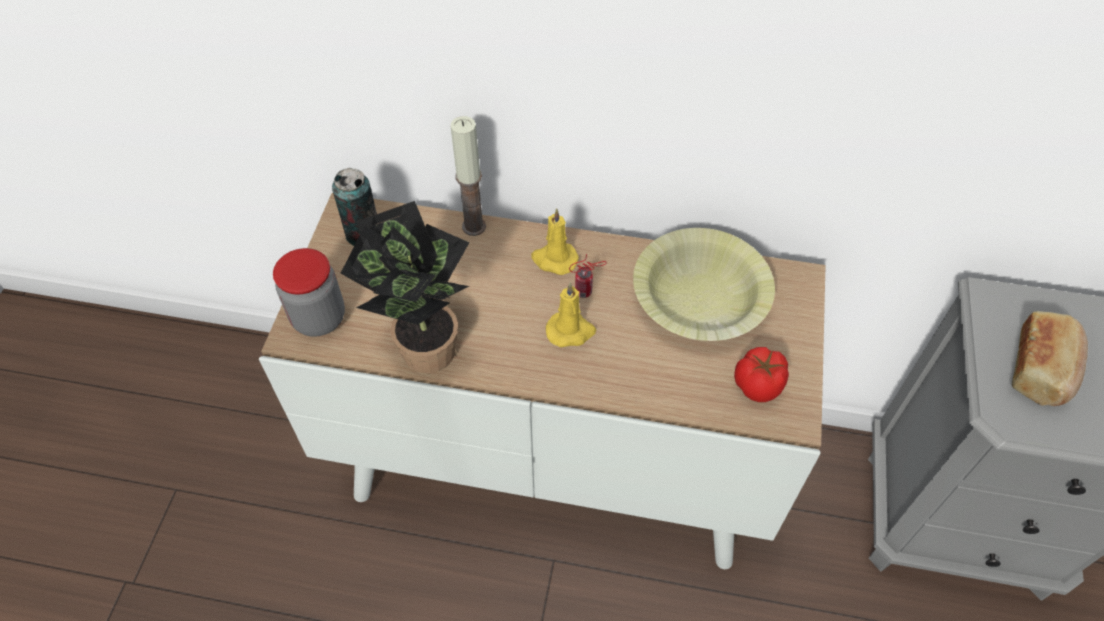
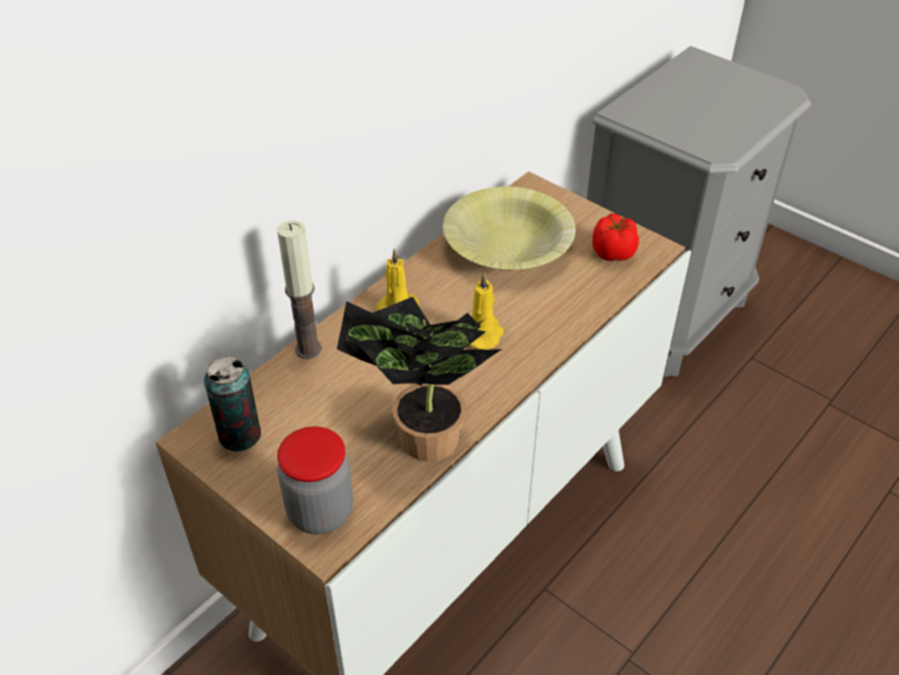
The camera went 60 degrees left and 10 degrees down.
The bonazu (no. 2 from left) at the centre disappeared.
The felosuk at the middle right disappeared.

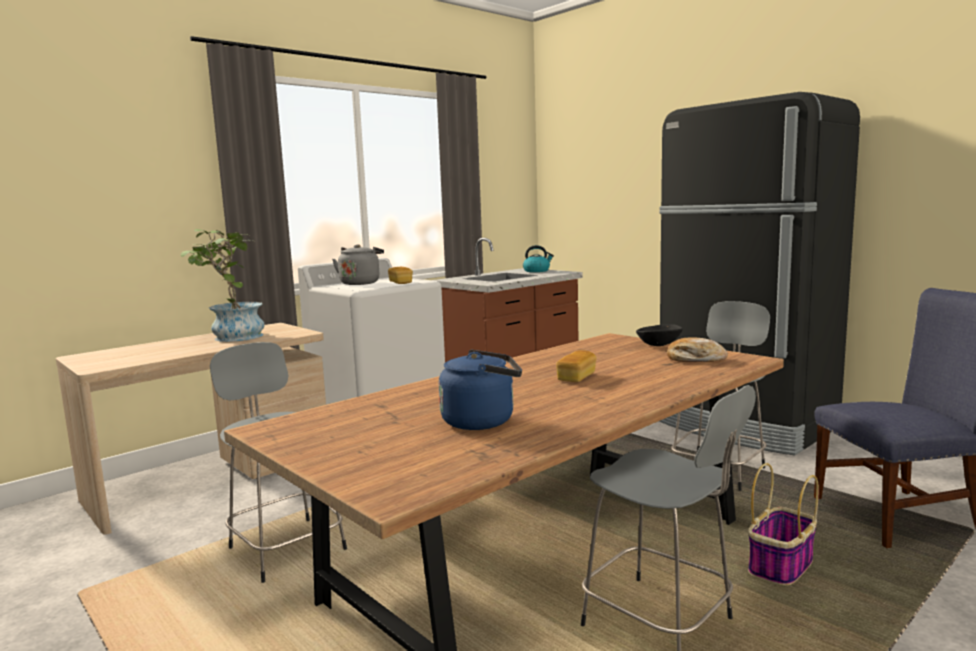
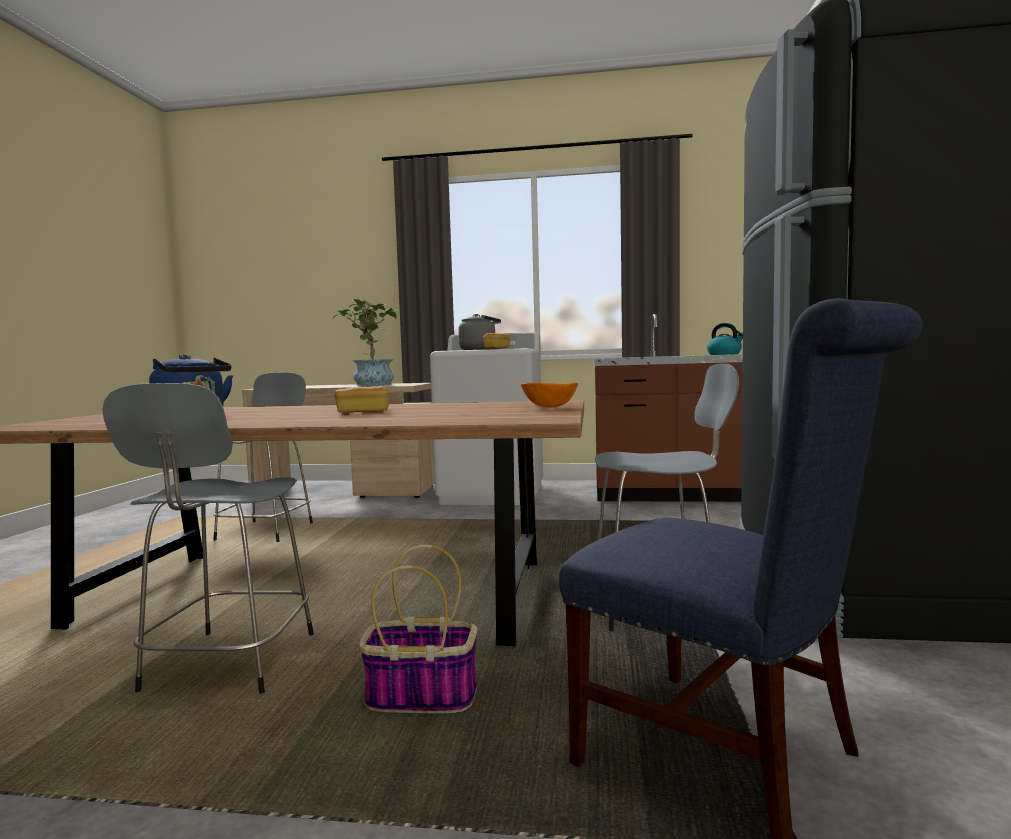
The camera went 50 degrees right and 5 degrees down.
The felosuk (no. 3 from left) at the middle right disappeared.
The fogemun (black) at the middle right became the fogemun (orange) at the centre.

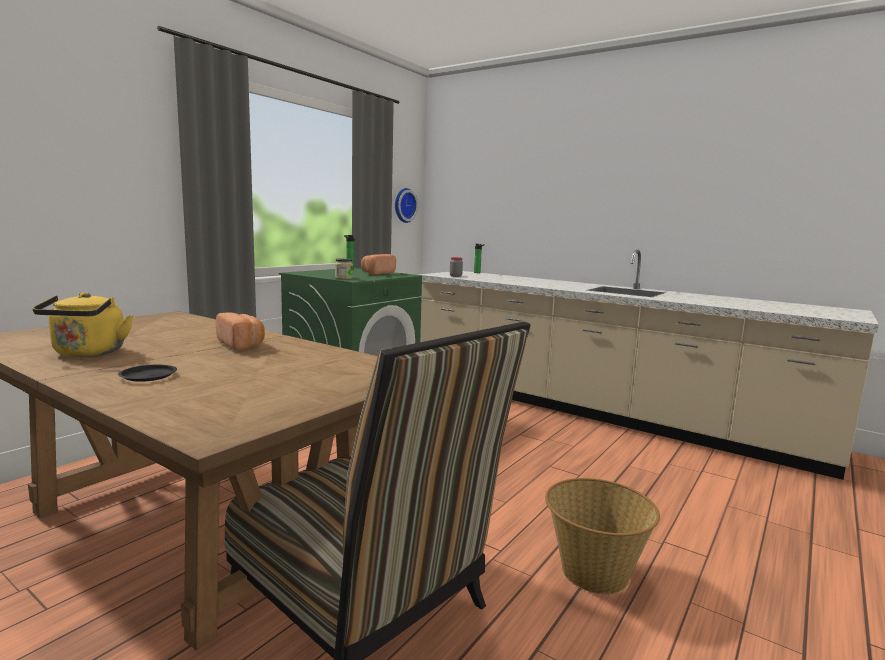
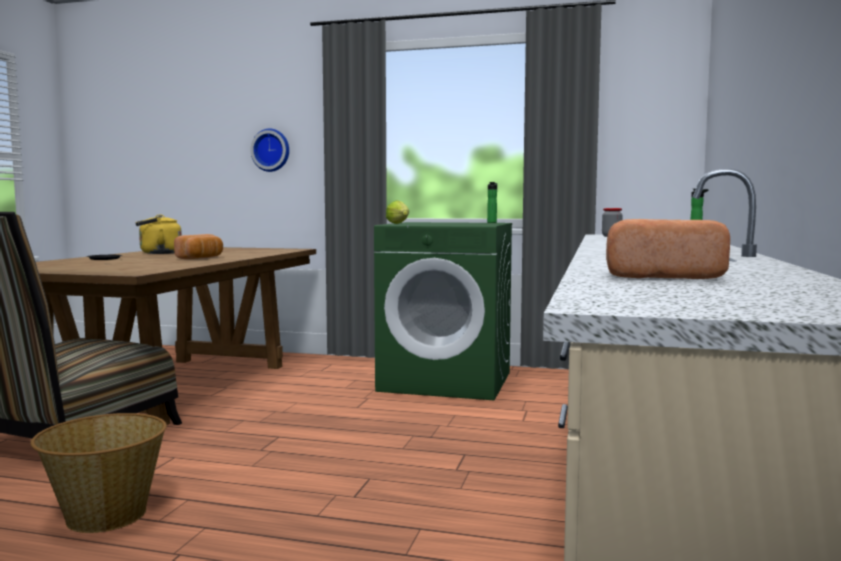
The camera went 70 degrees right and 5 degrees down.
The felosuk (no. 2 from left) moved from the centre to the middle right.
The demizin moved from the top centre to the top left.
The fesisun (no. 1 from left) at the centre was replaced by the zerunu at the centre.

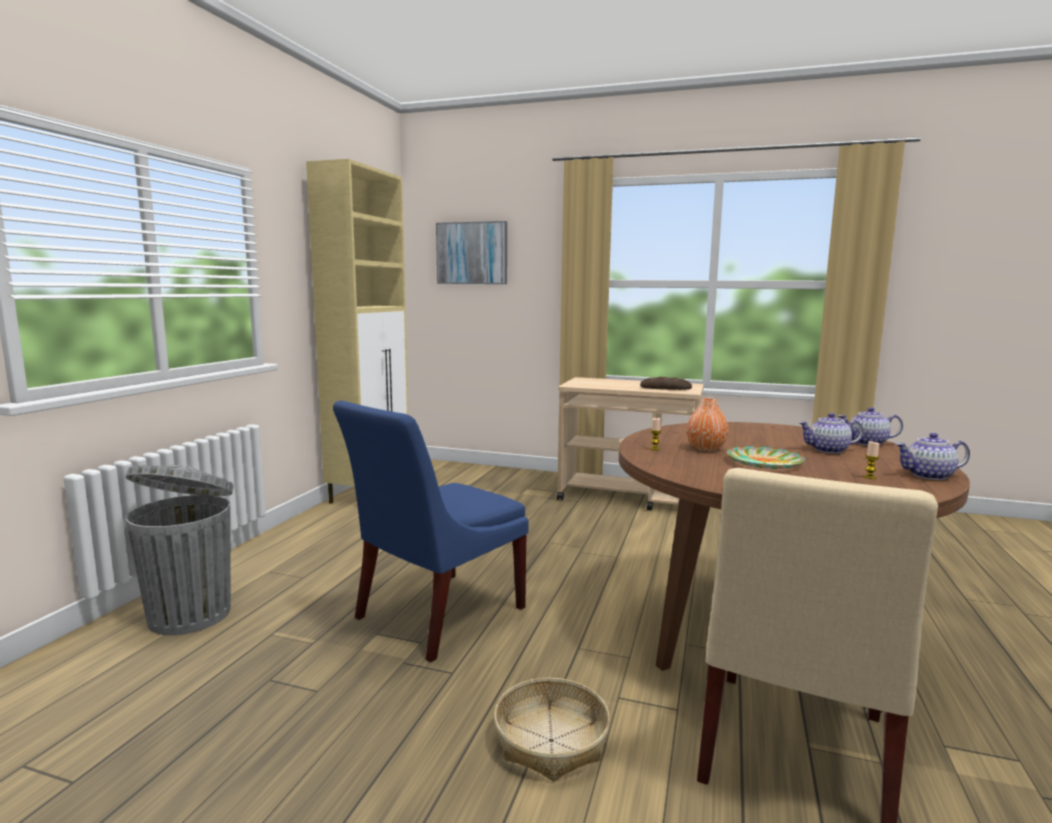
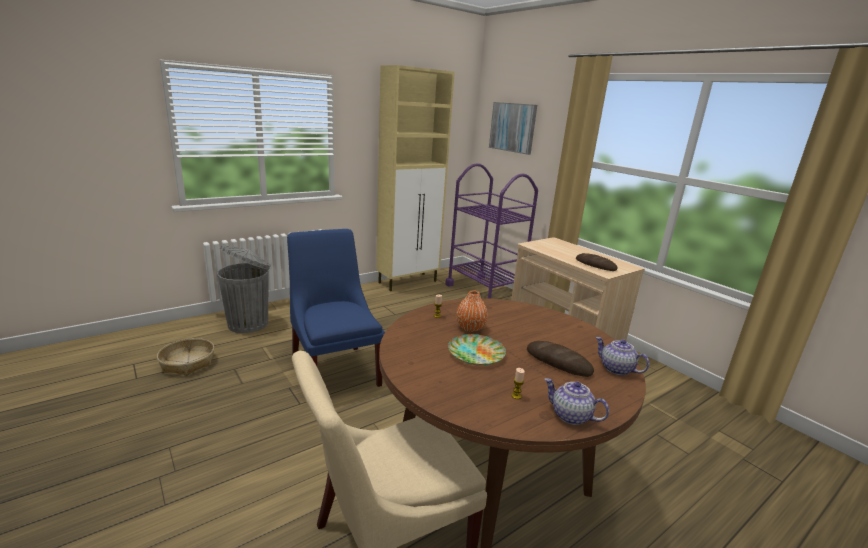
The camera went 35 degrees right and 10 degrees up.
The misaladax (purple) at the centre appeared.
The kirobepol moved from the bottom centre to the middle left.
The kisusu (no. 1 from left) at the middle right was replaced by the felosuk (no. 1 from left) at the centre.
The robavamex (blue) at the centre turned 75 degrees clockwise.

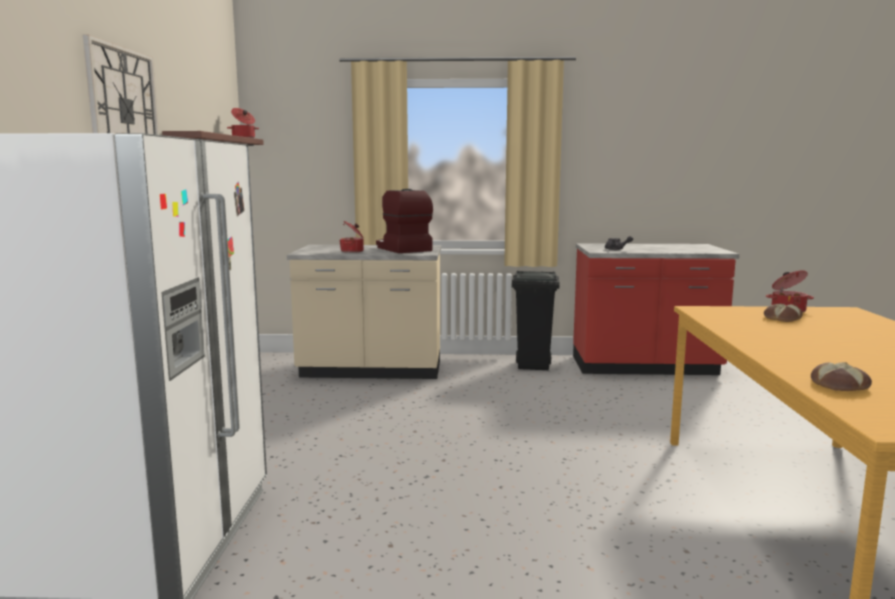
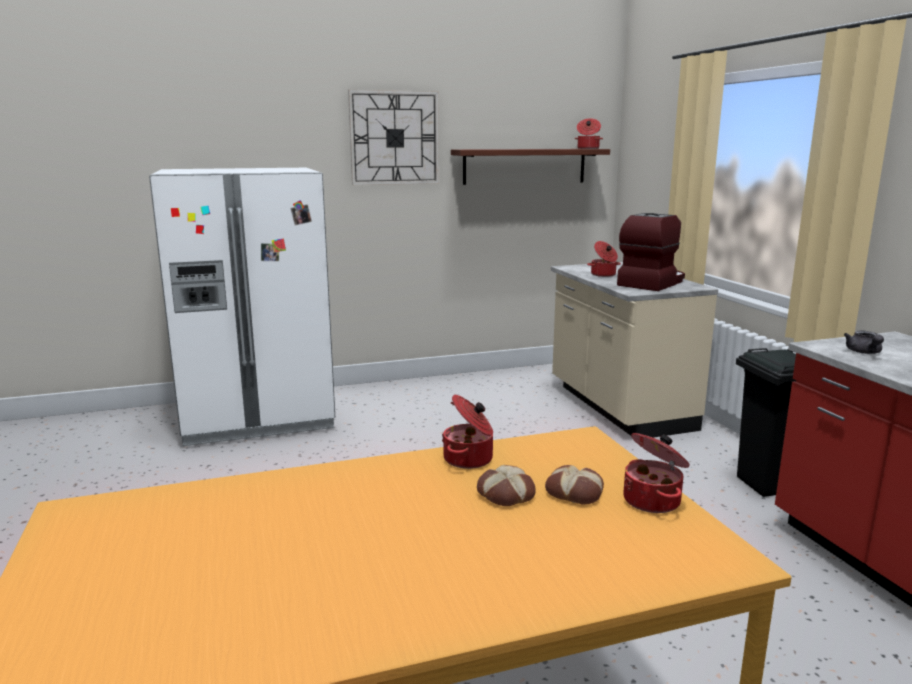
The camera went 70 degrees right and 5 degrees up.
The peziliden (no. 1 from left) at the centre appeared.
The felosuk (no. 2 from left in the first image) moved from the middle right to the bottom centre.

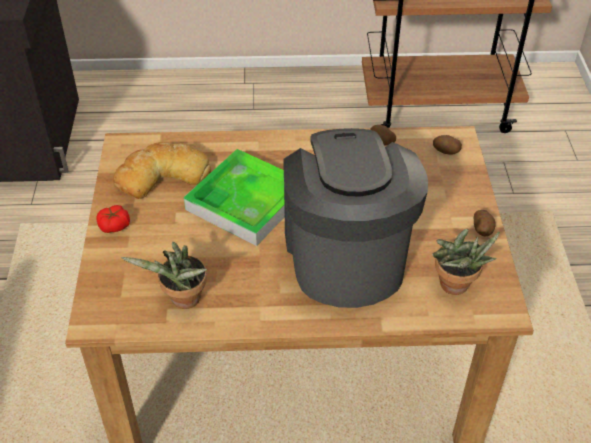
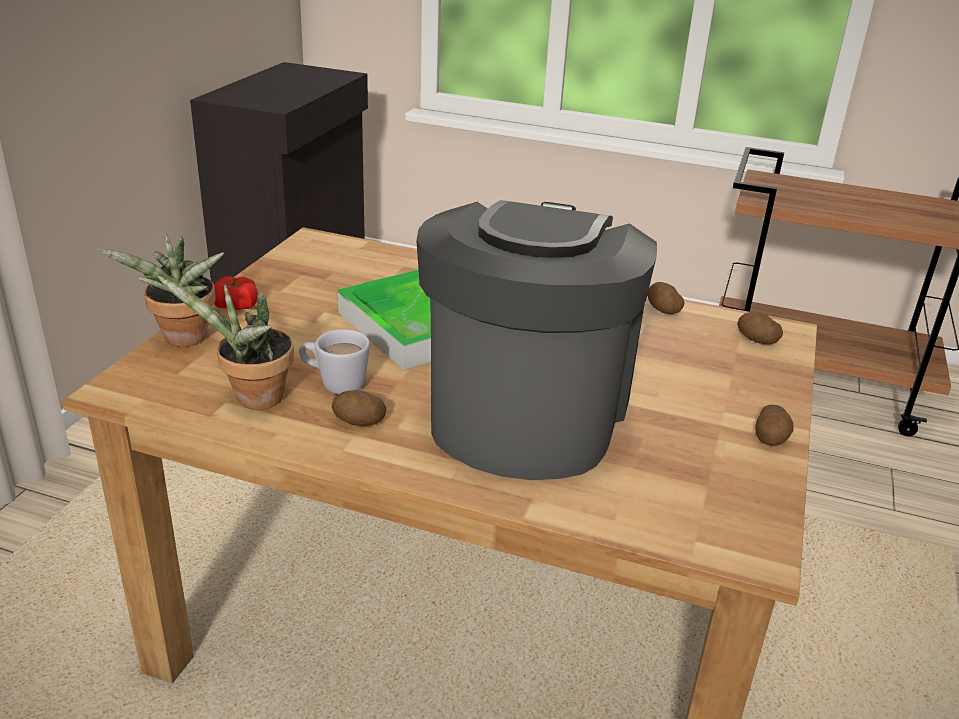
The camera went 20 degrees right and 15 degrees down.
The felosuk at the middle left disappeared.
The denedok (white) at the centre appeared.
The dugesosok (no. 1 from left) at the centre appeared.
The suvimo (no. 2 from left in the first image) moved from the middle right to the middle left.

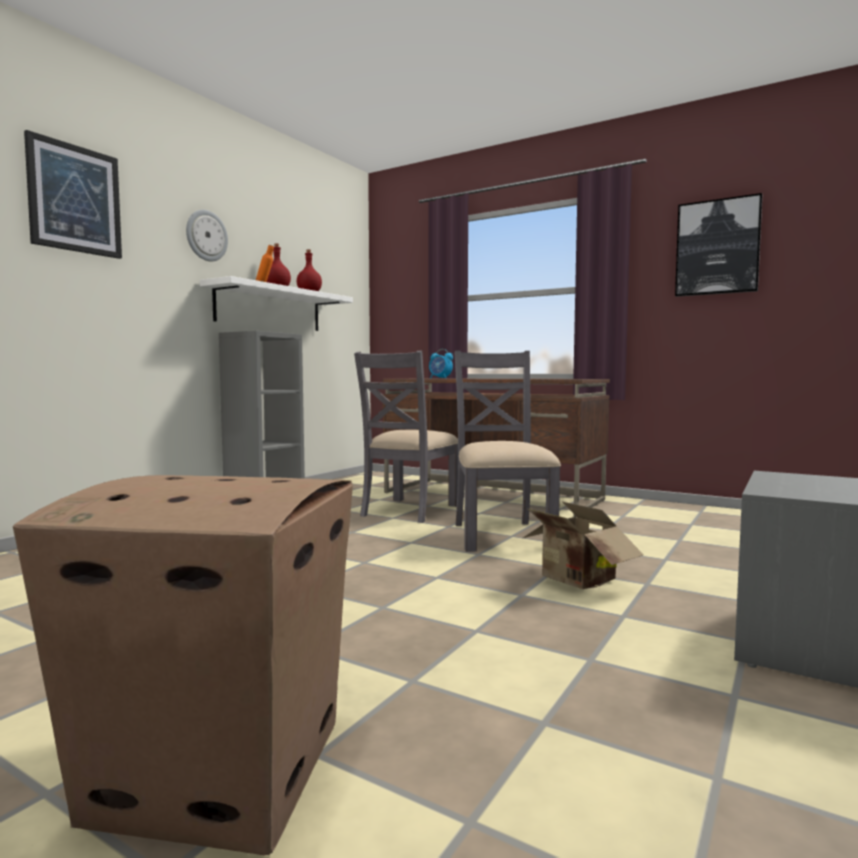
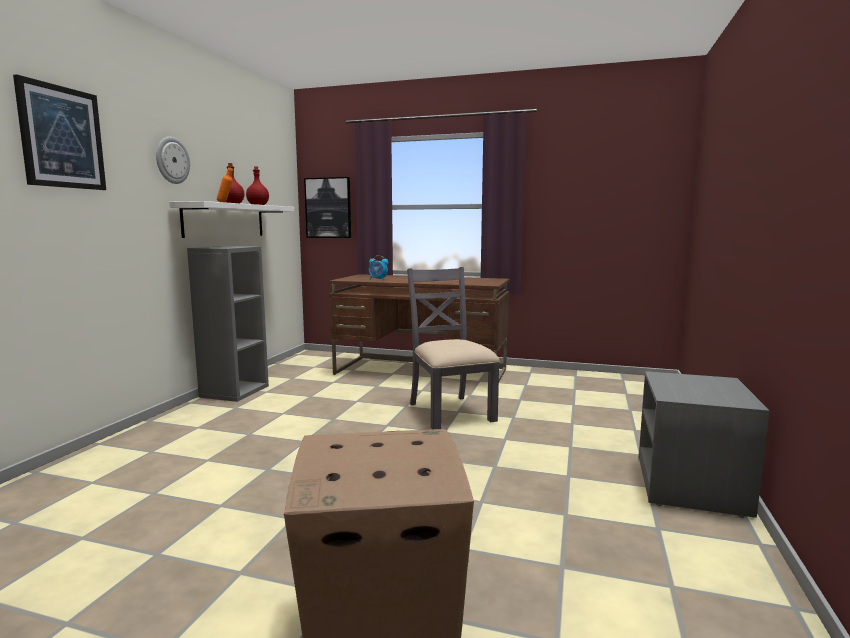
The camera went 15 degrees left and 5 degrees up.
The robavamex (grey) (no. 1 from left) at the centre disappeared.
The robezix (no. 2 from left) at the middle right disappeared.
The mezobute (no. 2 from left) moved from the top right to the top centre.

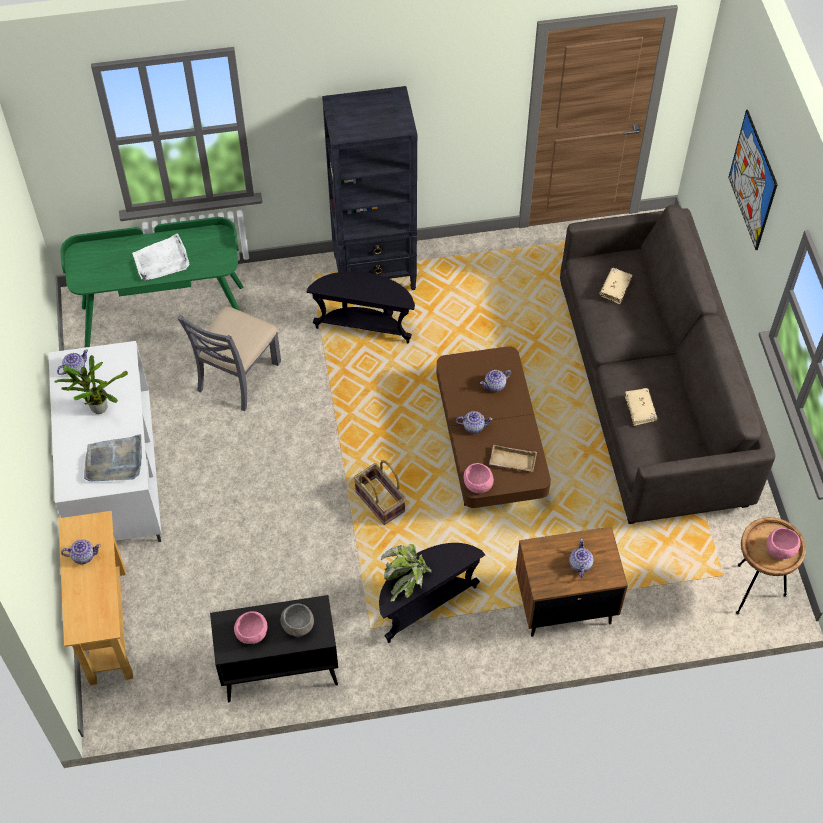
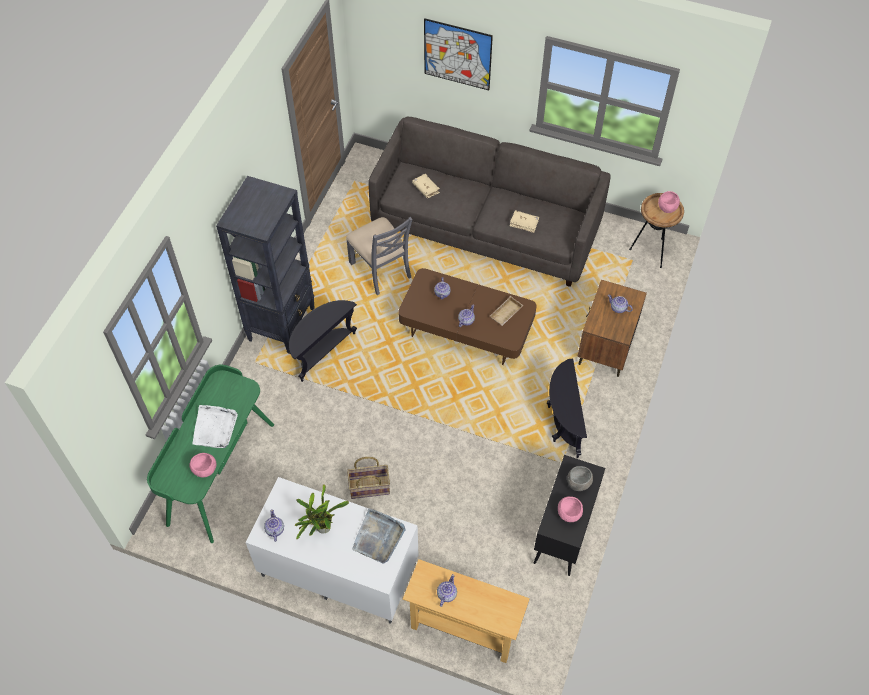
The camera went 60 degrees left and 0 degrees up.
The suvimo (no. 2 from left) at the bottom centre disappeared.
The robavamex (grey) moved from the middle left to the centre.
The kirobepol moved from the centre to the bottom centre.
The fogemun (pink) (no. 2 from left in the first image) moved from the centre to the bottom left.

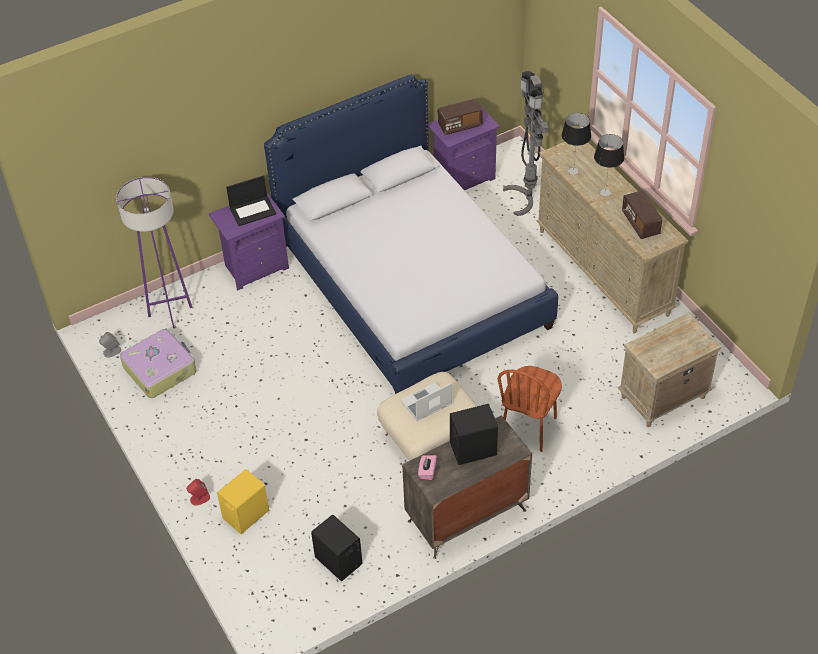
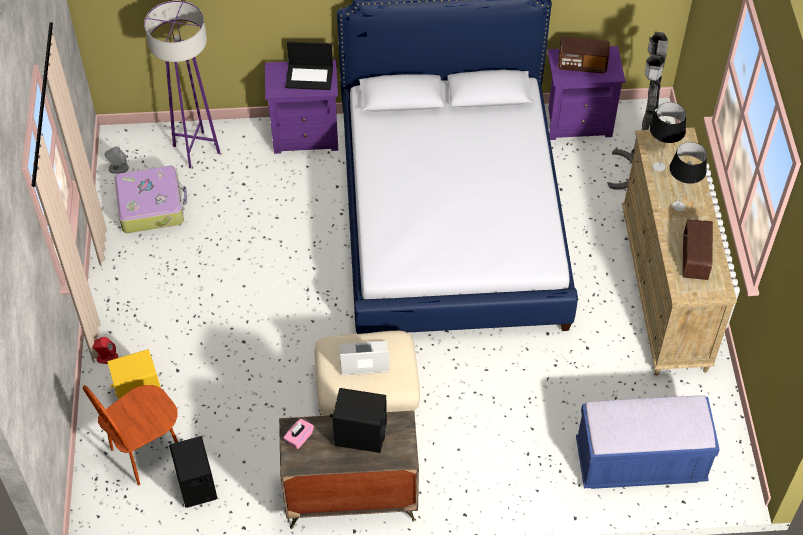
The camera went 25 degrees right and 5 degrees up.
The robavamex (brown) moved from the centre to the bottom left.
The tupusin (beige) at the middle right was replaced by the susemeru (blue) at the bottom right.

